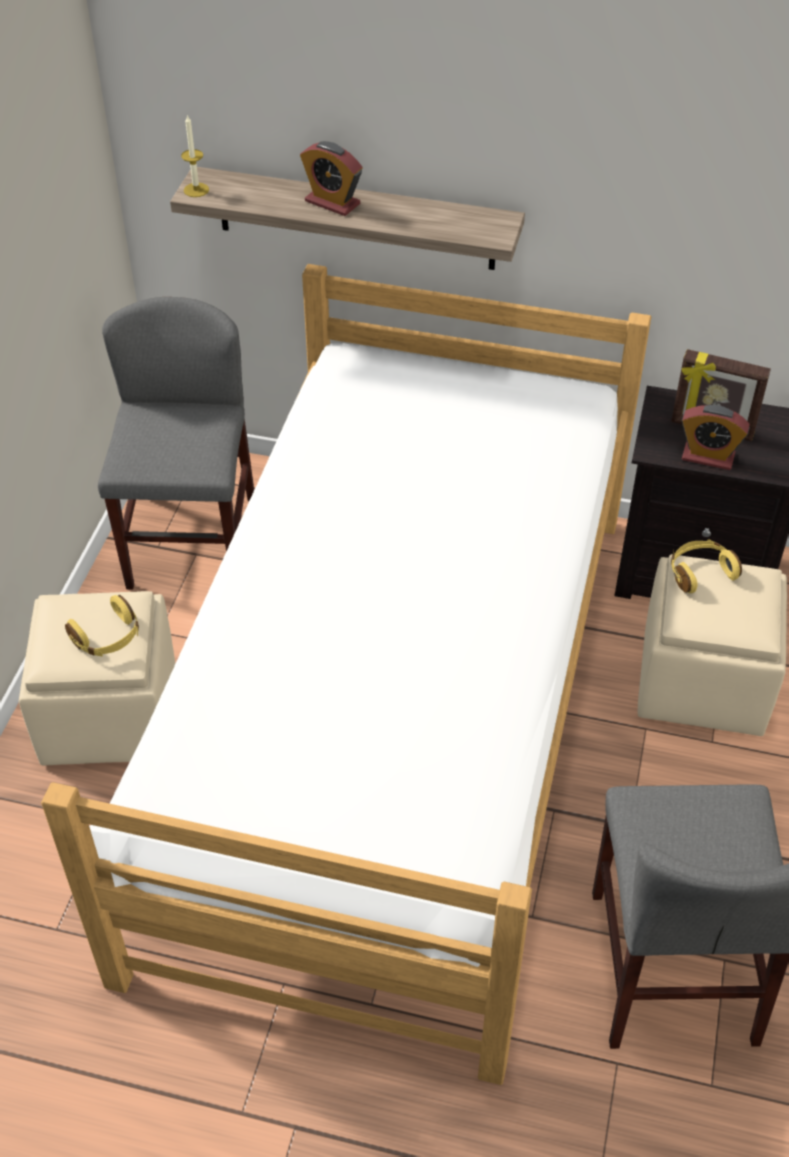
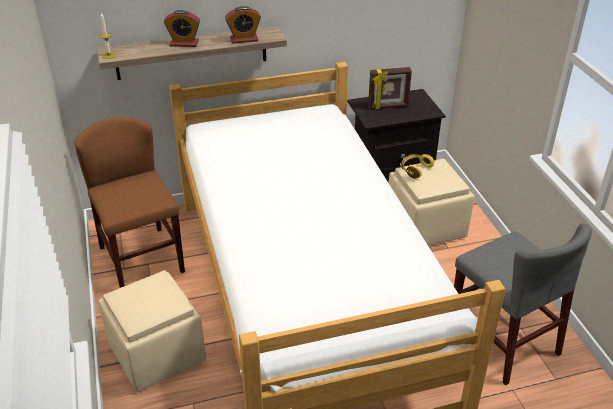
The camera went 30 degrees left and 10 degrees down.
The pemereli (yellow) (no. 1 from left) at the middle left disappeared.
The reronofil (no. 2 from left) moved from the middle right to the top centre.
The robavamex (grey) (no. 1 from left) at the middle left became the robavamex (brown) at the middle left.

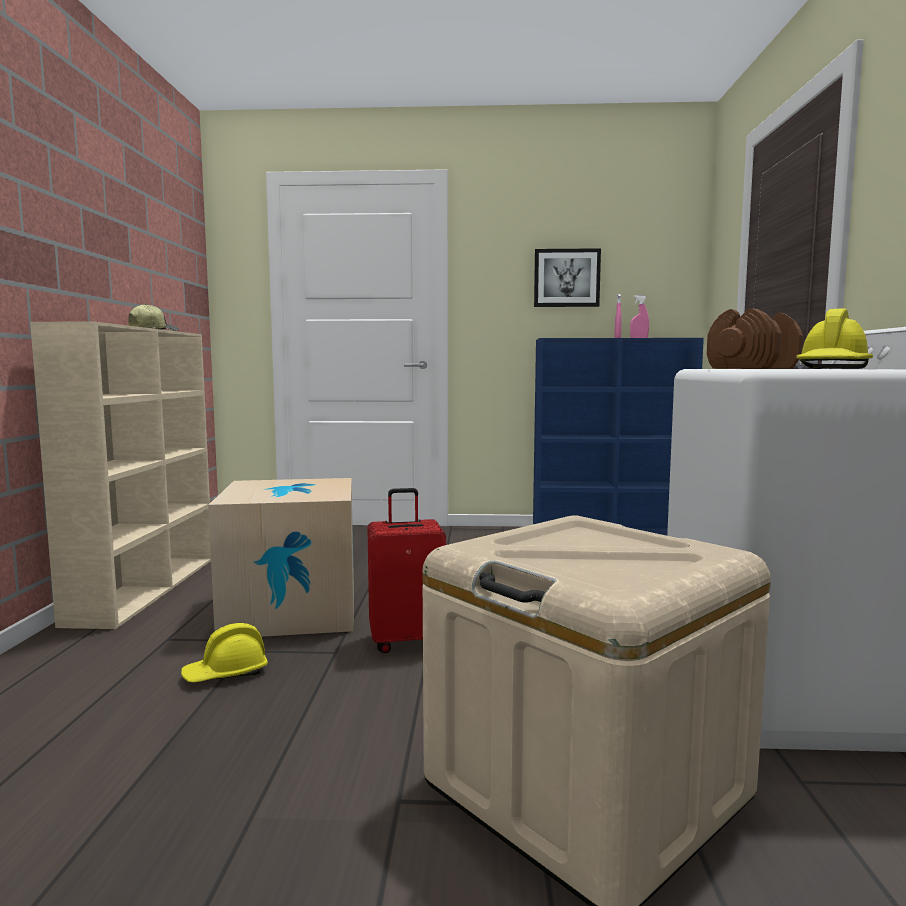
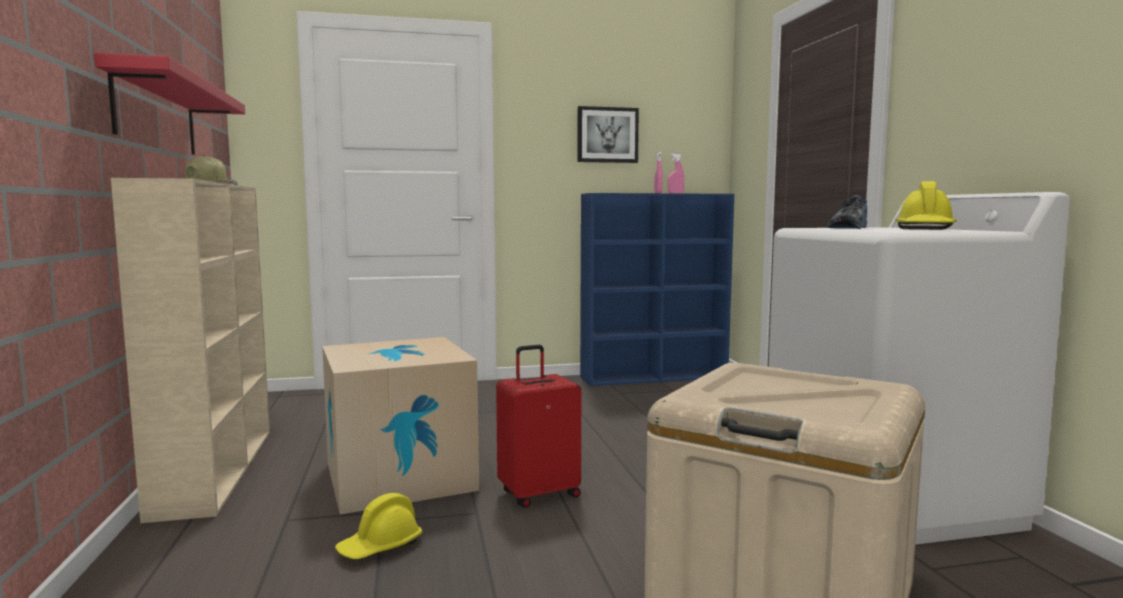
The camera went 15 degrees left and 0 degrees up.
The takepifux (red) at the top left appeared.
The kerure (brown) at the middle right was replaced by the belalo at the middle right.

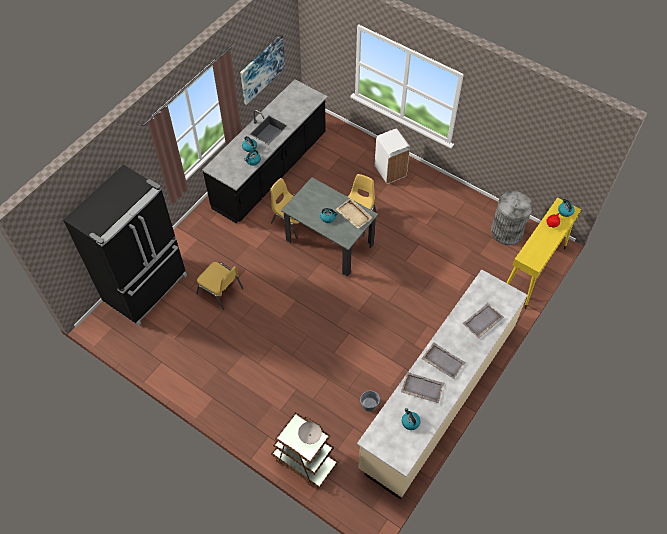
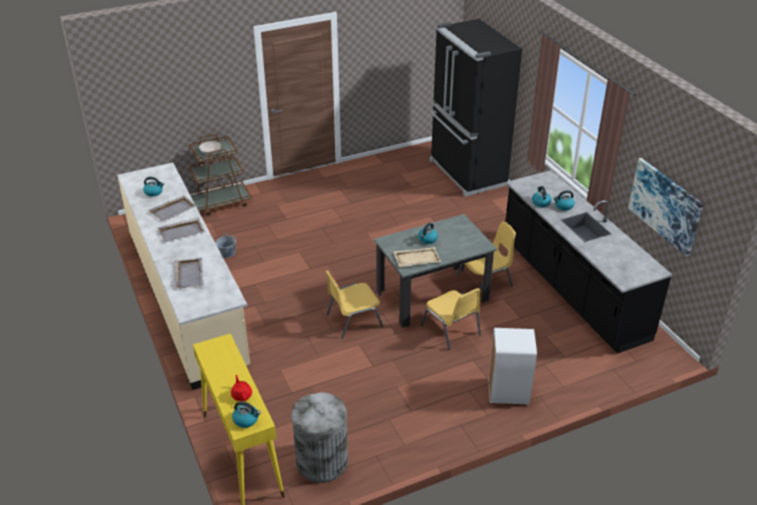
The camera went 120 degrees right and 20 degrees down.
The robavamex (yellow) (no. 1 from left) moved from the middle left to the centre.

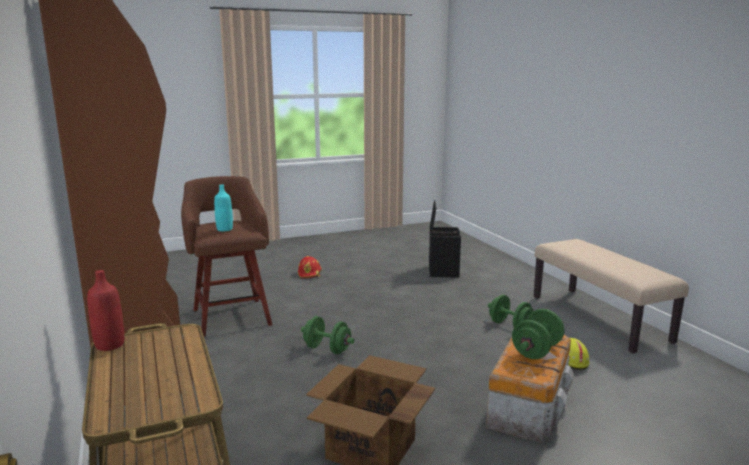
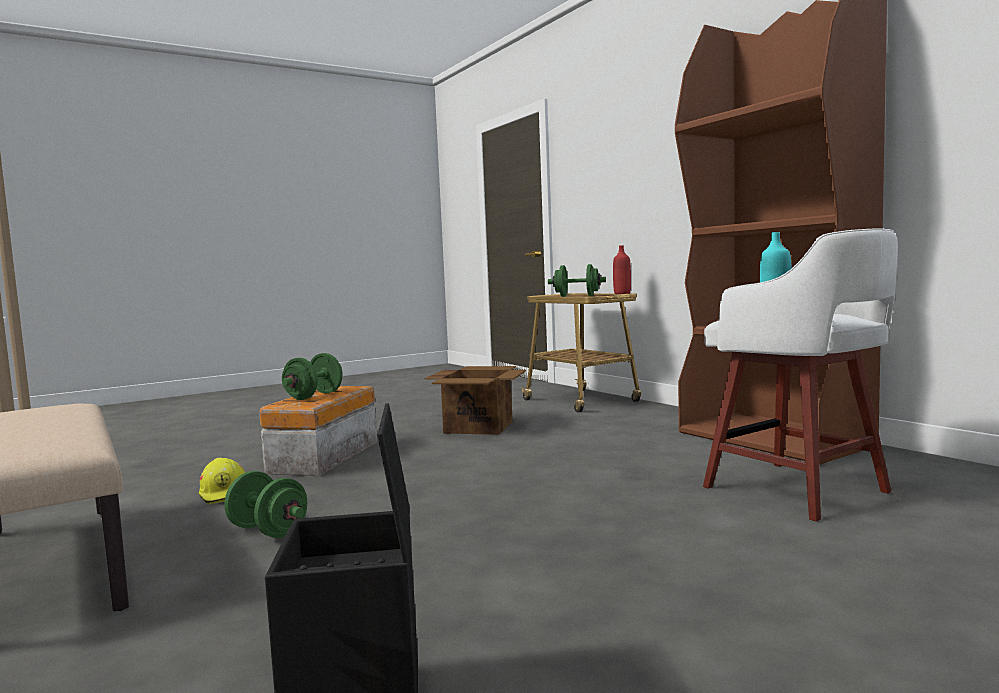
The camera went 170 degrees right and 10 degrees down.
The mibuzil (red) at the centre disappeared.
The kerure (green) (no. 1 from left in the first image) moved from the bottom centre to the centre.
The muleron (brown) at the middle left became the muleron (white) at the middle right.

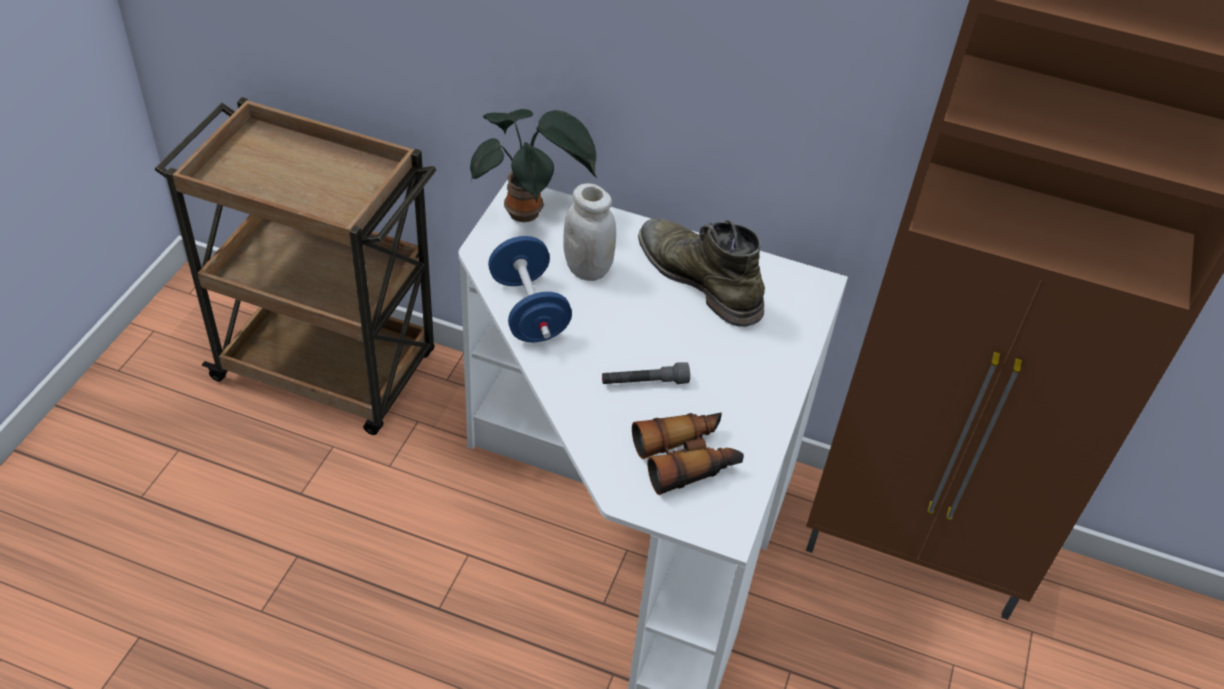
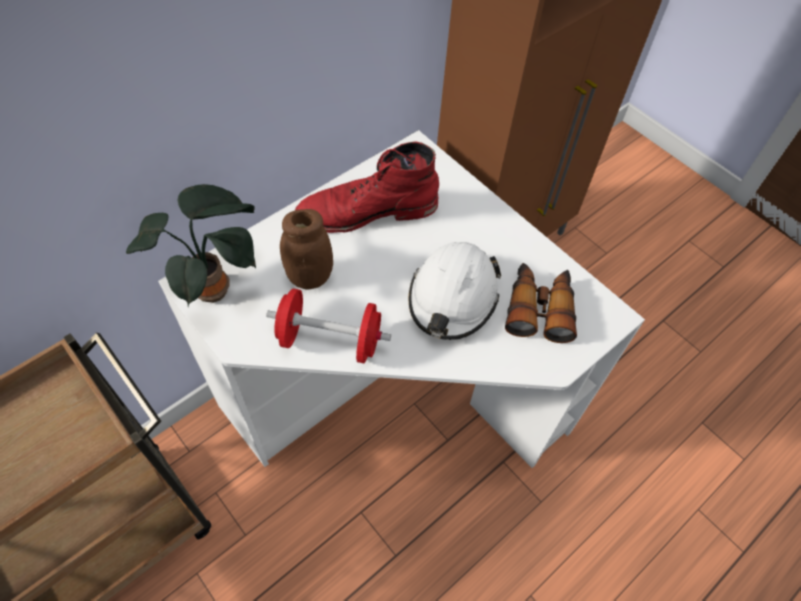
The camera went 60 degrees left and 10 degrees up.
The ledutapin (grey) at the centre was replaced by the mibuzil (white) at the centre.
The kerure (blue) at the centre became the kerure (red) at the centre.
The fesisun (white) at the centre became the fesisun (brown) at the centre.
The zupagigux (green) at the centre became the zupagigux (red) at the top centre.

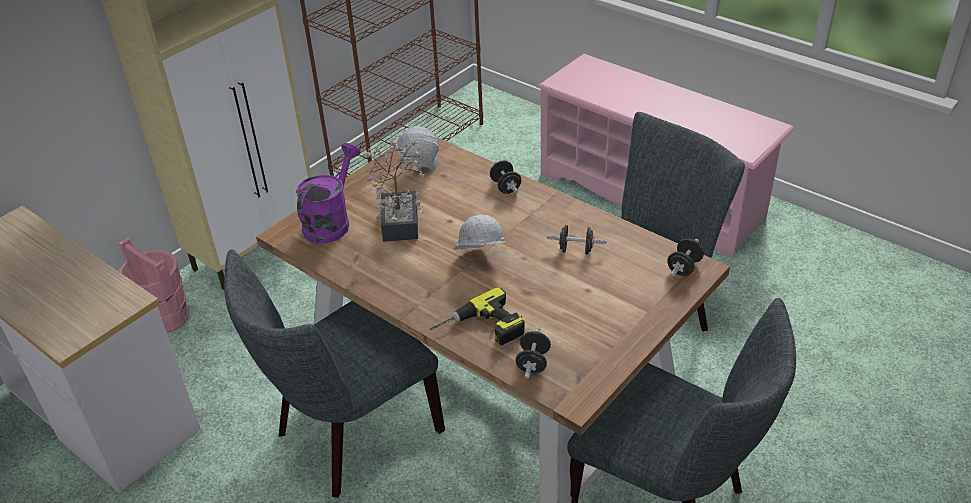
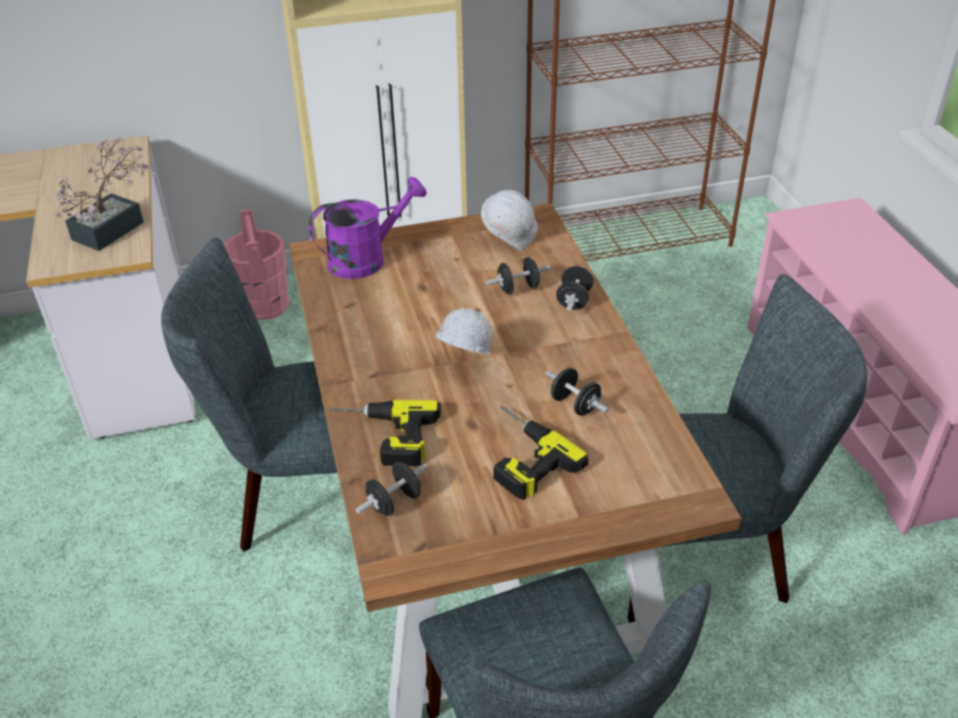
The camera went 35 degrees right and 0 degrees up.
The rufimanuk (no. 2 from left) at the centre appeared.
The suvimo moved from the centre to the top left.
The kerure (black) (no. 4 from left in the first image) moved from the middle right to the centre.

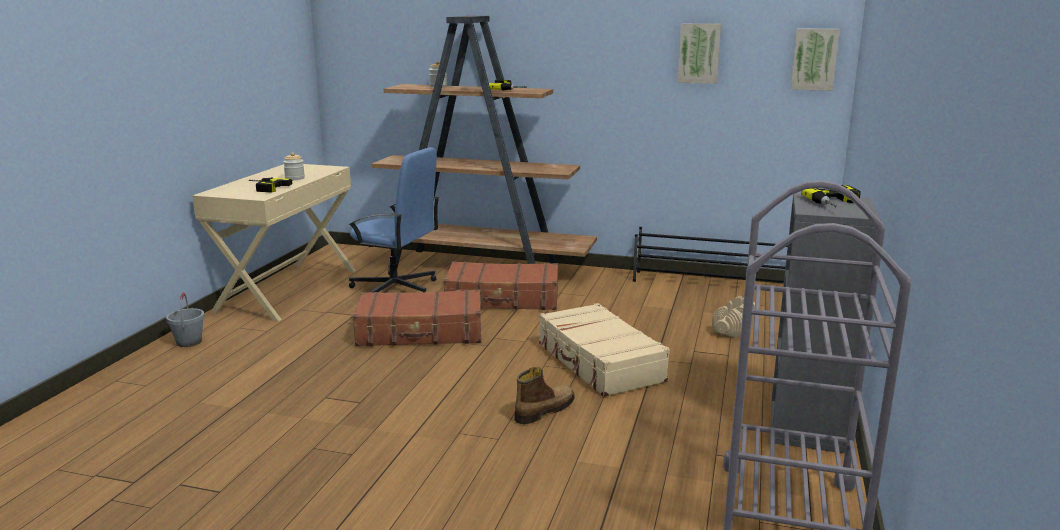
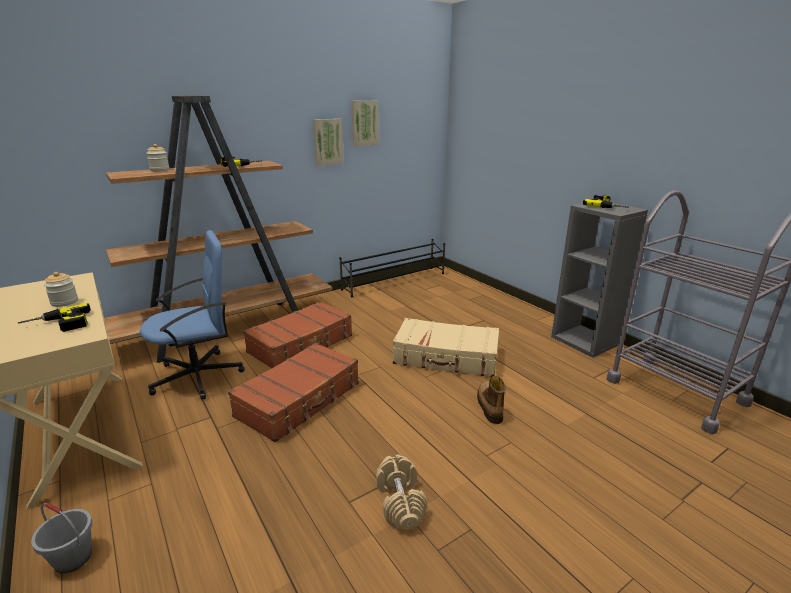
The camera went 50 degrees left and 5 degrees up.
The kerure (beige) moved from the middle right to the bottom centre.
The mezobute (no. 2 from left in the first image) moved from the top right to the top centre.

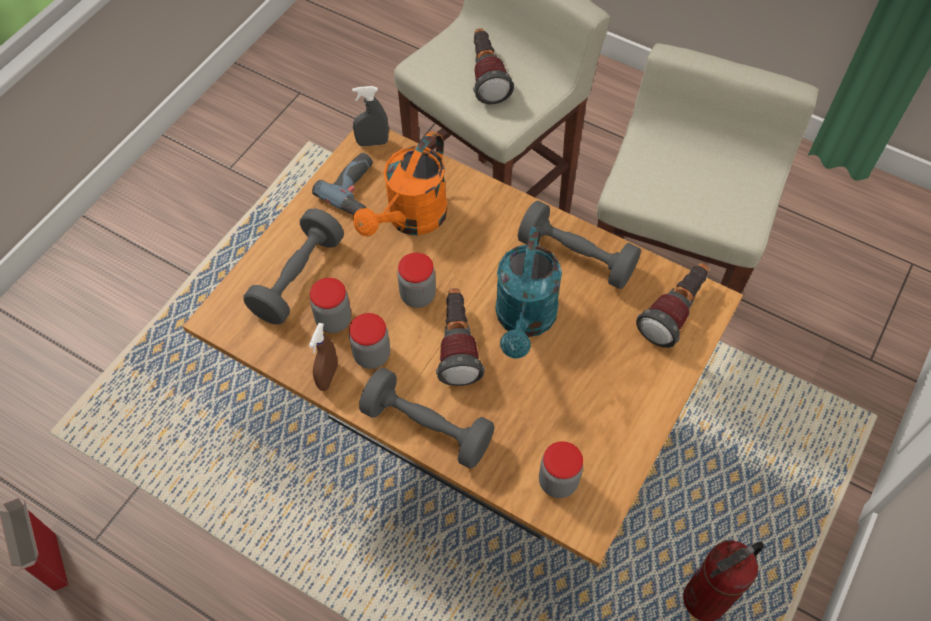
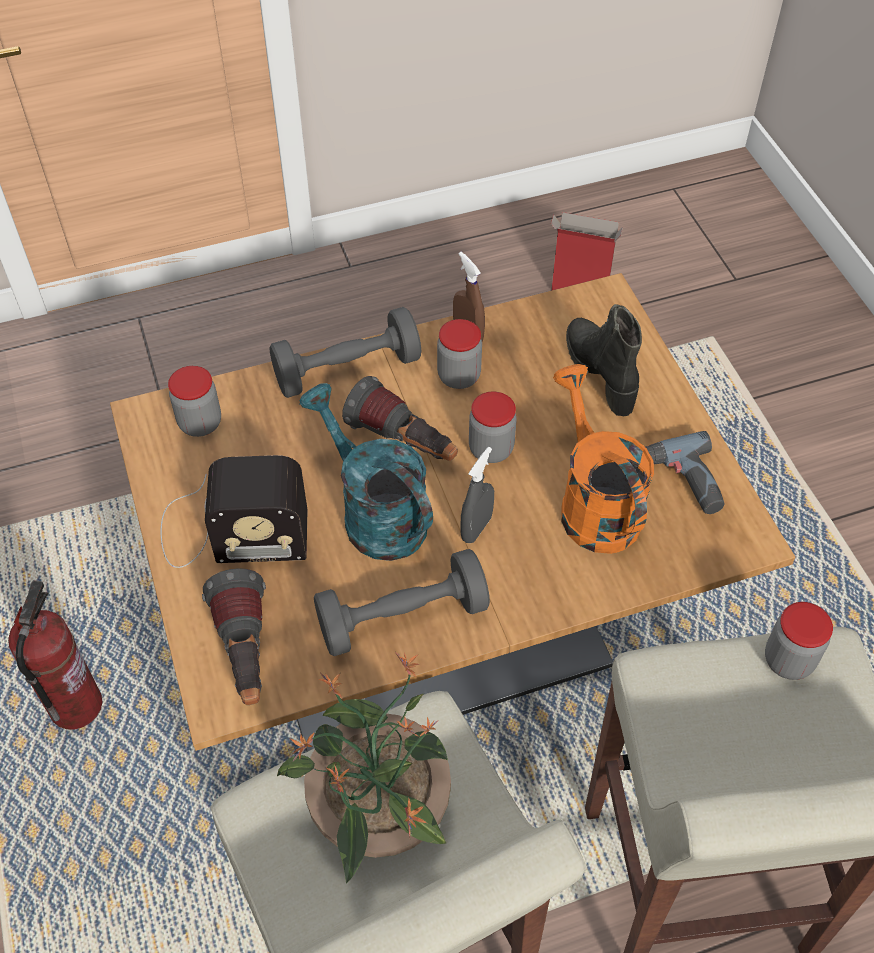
The camera went 130 degrees right and 5 degrees down.
The ledutapin (no. 2 from left) at the top centre disappeared.
The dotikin at the middle left appeared.
The suvimo at the bottom centre appeared.
The fesisun (no. 1 from left in the first image) moved from the centre to the bottom right.
The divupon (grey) moved from the top centre to the centre.
The kerure (grey) (no. 1 from left) at the middle left was replaced by the zupagigux (black) at the middle right.

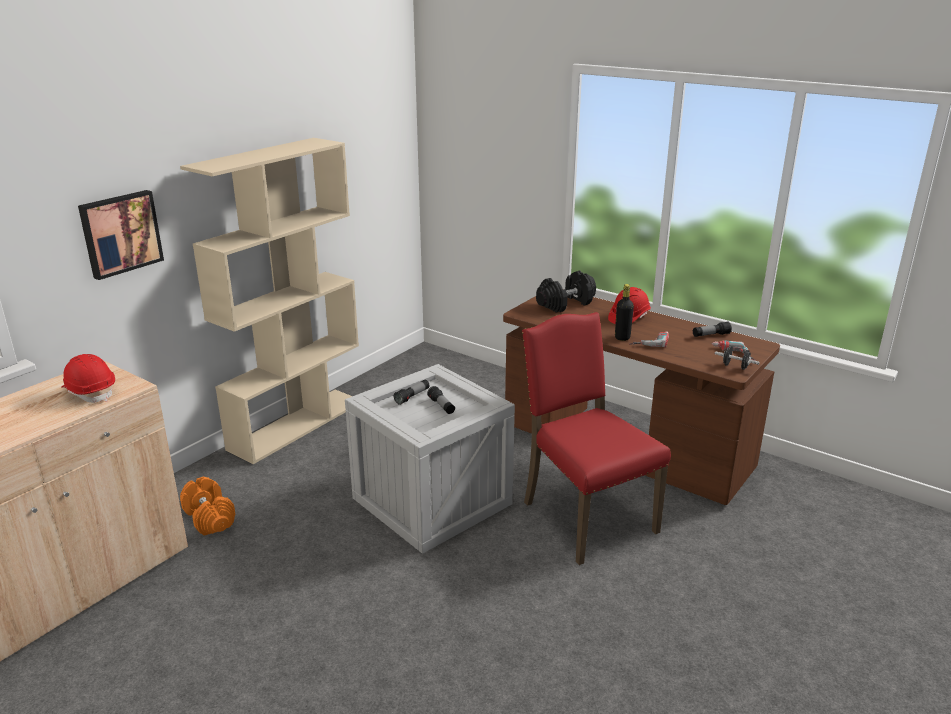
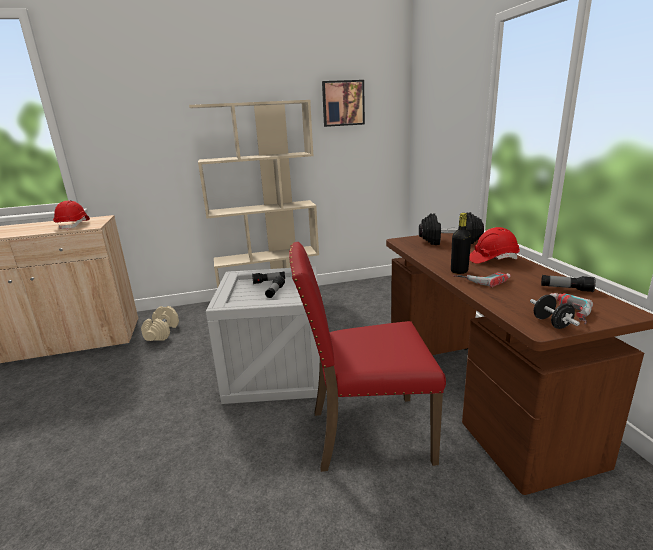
The camera went 40 degrees right and 5 degrees down.
The mezobute moved from the top left to the top centre.
The kerure (orange) at the bottom left became the kerure (beige) at the middle left.
The robavamex (red) at the centre turned 105 degrees counterclockwise.

